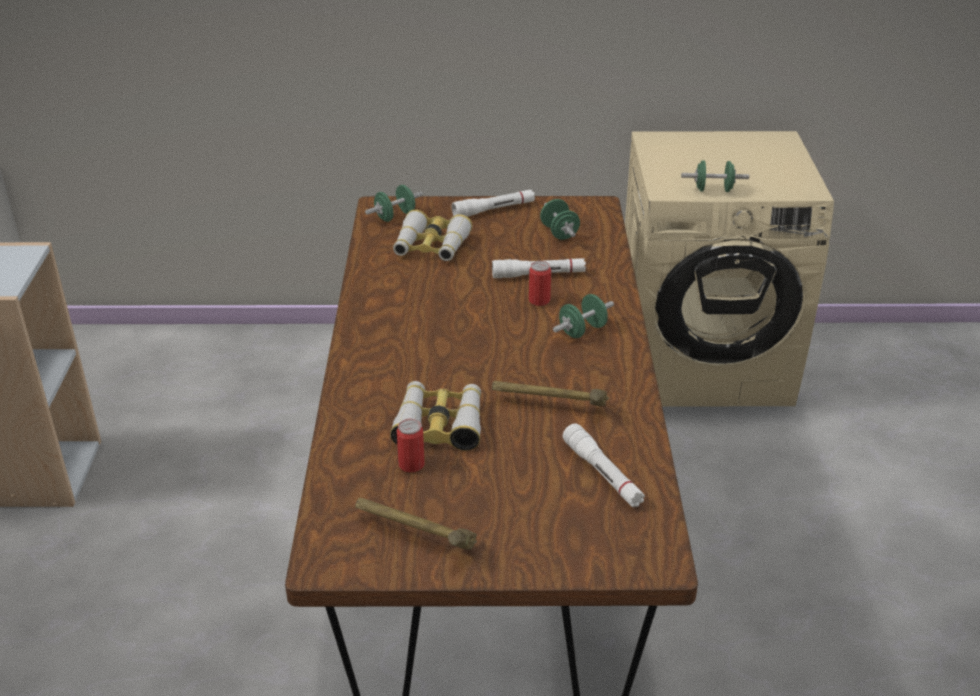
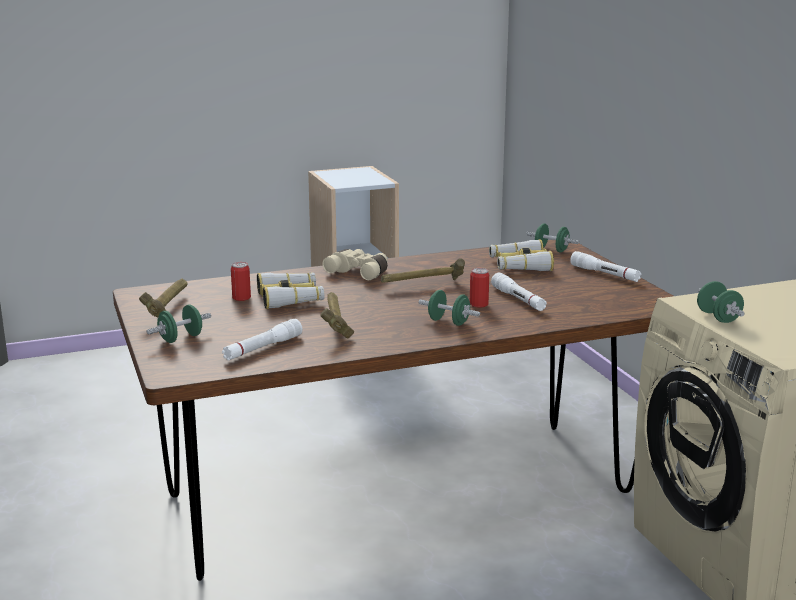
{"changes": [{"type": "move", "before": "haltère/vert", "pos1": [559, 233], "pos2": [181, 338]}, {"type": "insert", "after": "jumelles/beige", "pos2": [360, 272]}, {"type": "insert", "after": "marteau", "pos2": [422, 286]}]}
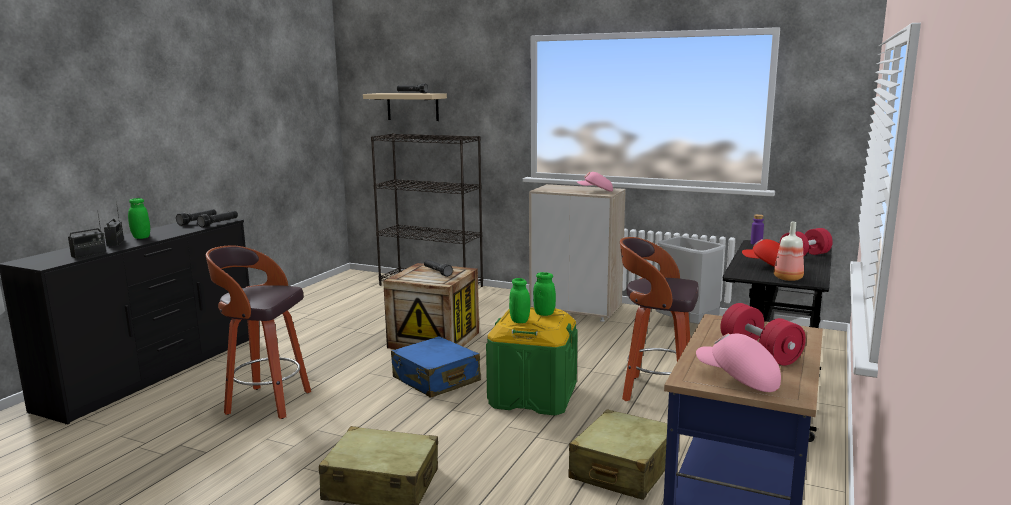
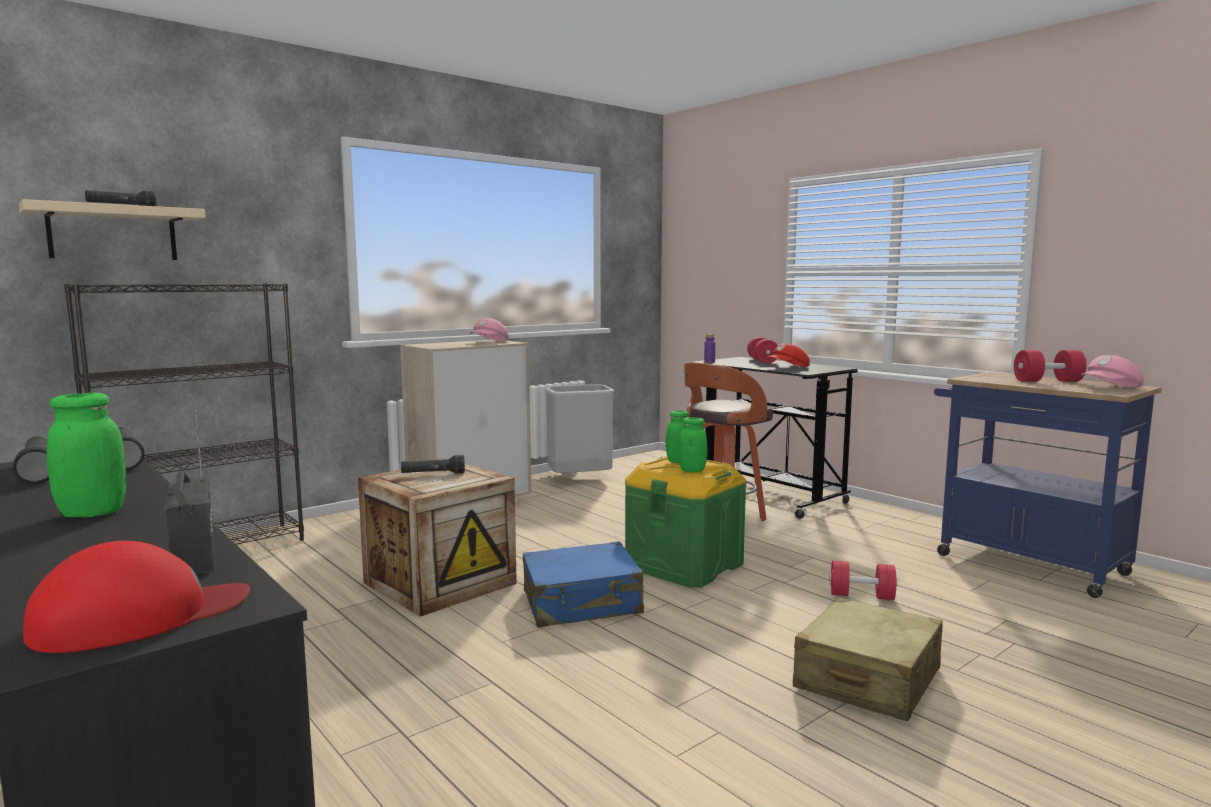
{"changes": [{"type": "delete", "before": "radio", "pos1": [115, 243]}, {"type": "delete", "before": "tabouret", "pos1": [266, 403]}, {"type": "delete", "before": "valise/beige", "pos1": [622, 469]}, {"type": "delete", "before": "bouteille", "pos1": [787, 278]}, {"type": "insert", "after": "casquette/rouge", "pos2": [139, 617]}, {"type": "insert", "after": "haltère/rouge", "pos2": [861, 596]}]}
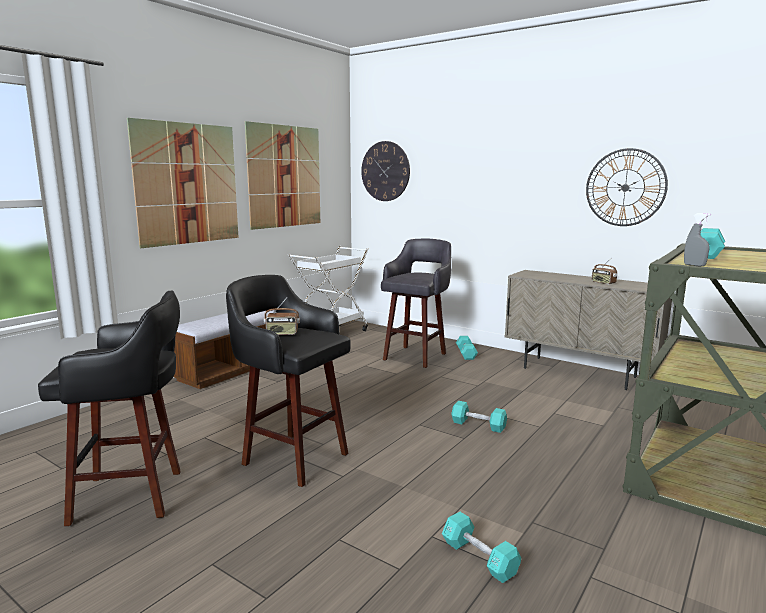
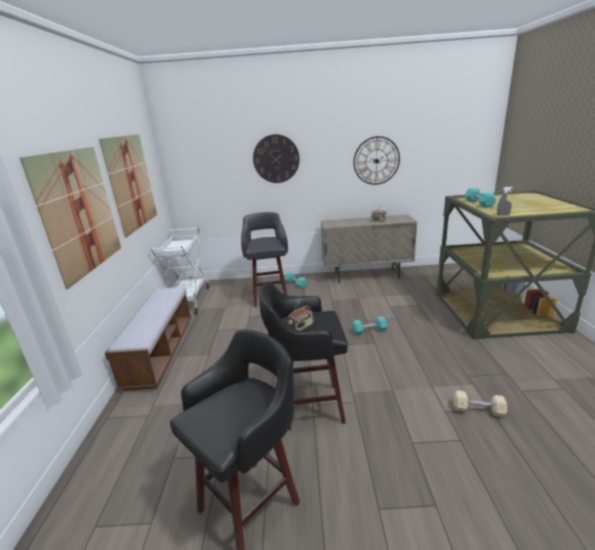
{"changes": [{"type": "move", "before": "horloge murale", "pos1": [385, 171], "pos2": [276, 159]}, {"type": "recolor", "before": "haltère/turquoise", "after": "haltère/beige", "pos1": [479, 558], "pos2": [478, 410]}]}
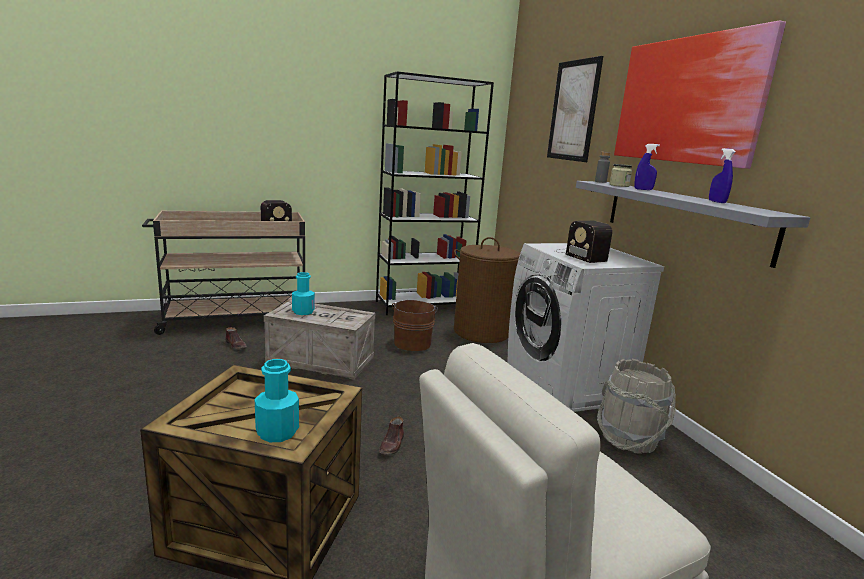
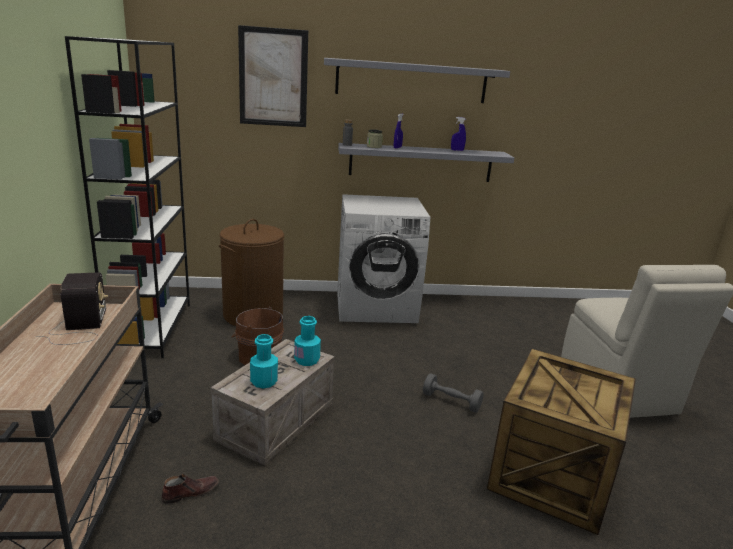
{"changes": [{"type": "move", "before": "bouteille/turquoise", "pos1": [277, 432], "pos2": [307, 360]}, {"type": "replace", "before": "chaussure/marron", "after": "haltère/gris", "pos1": [392, 445], "pos2": [451, 401]}, {"type": "delete", "before": "radio", "pos1": [579, 255]}, {"type": "delete", "before": "seau/gris", "pos1": [629, 439]}, {"type": "replace", "before": "tableau", "after": "étagère/gris", "pos1": [687, 101], "pos2": [411, 81]}]}
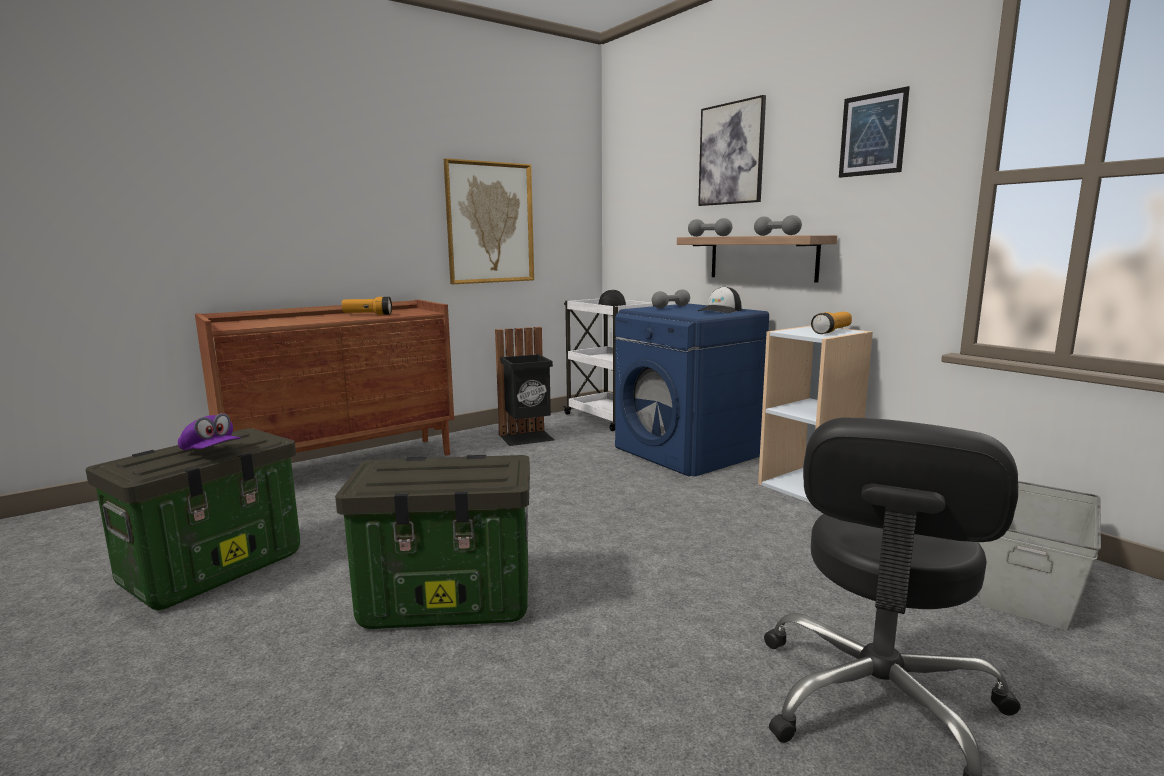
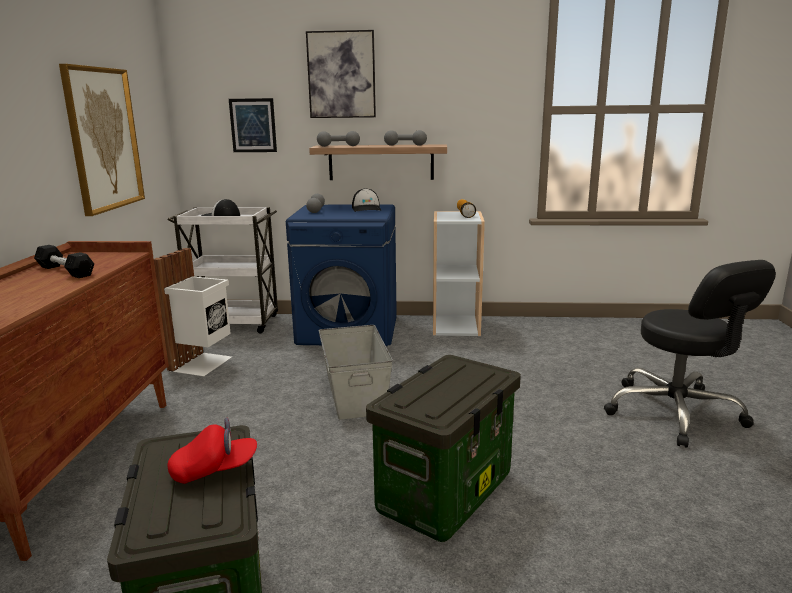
{"changes": [{"type": "recolor", "before": "casquette/violet", "after": "casquette/rouge", "pos1": [211, 452], "pos2": [214, 470]}, {"type": "replace", "before": "lampe de poche", "after": "haltère/noir", "pos1": [367, 314], "pos2": [65, 271]}, {"type": "recolor", "before": "poubelle/noir", "after": "poubelle/blanc", "pos1": [527, 438], "pos2": [203, 363]}, {"type": "move", "before": "tableau", "pos1": [872, 134], "pos2": [253, 125]}, {"type": "move", "before": "boîte de rangement/gris", "pos1": [1030, 584], "pos2": [355, 393]}]}
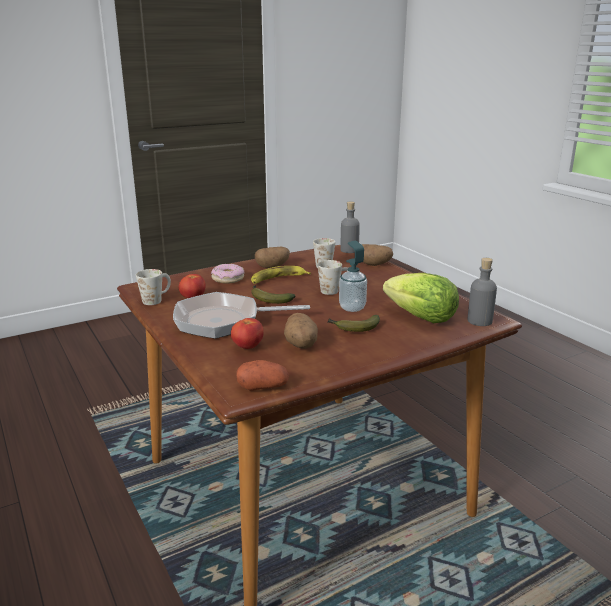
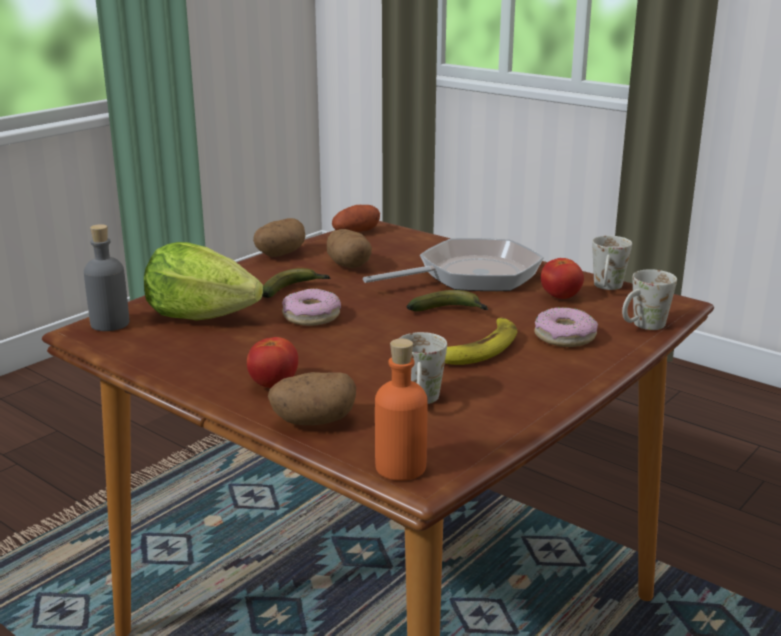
{"changes": [{"type": "move", "before": "tomate", "pos1": [247, 347], "pos2": [273, 384]}, {"type": "move", "before": "pomme de terre", "pos1": [272, 267], "pos2": [279, 254]}, {"type": "move", "before": "mug/blanc", "pos1": [335, 290], "pos2": [642, 326]}, {"type": "replace", "before": "distributeur de savon", "after": "beignet", "pos1": [352, 308], "pos2": [311, 316]}, {"type": "recolor", "before": "bouteille/gris", "after": "bouteille/orange", "pos1": [349, 250], "pos2": [400, 467]}]}
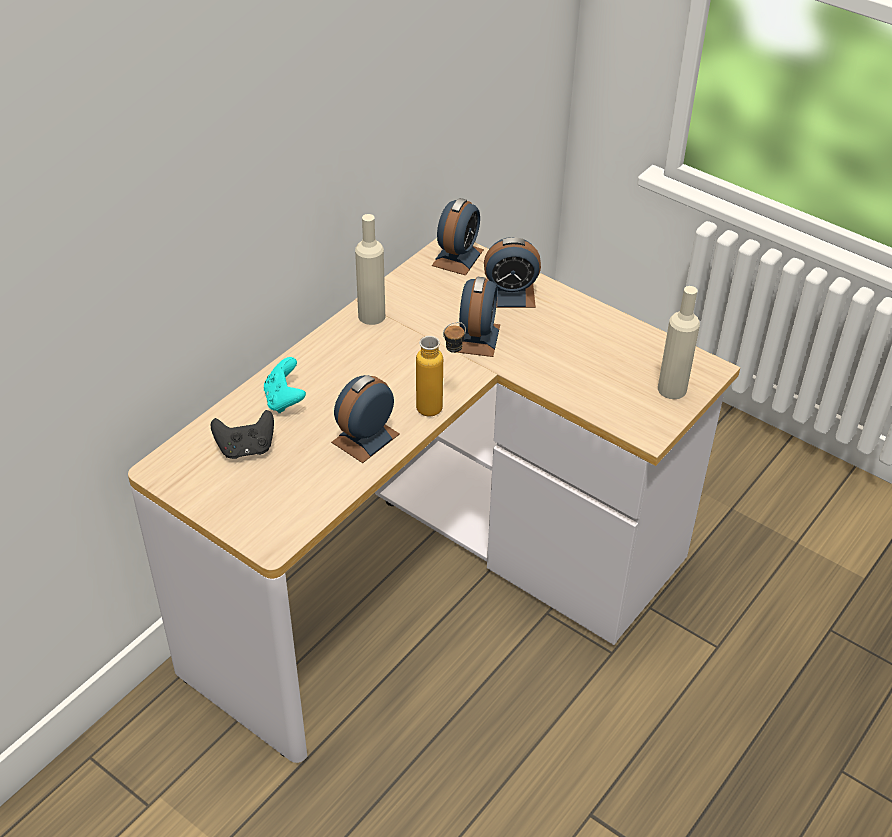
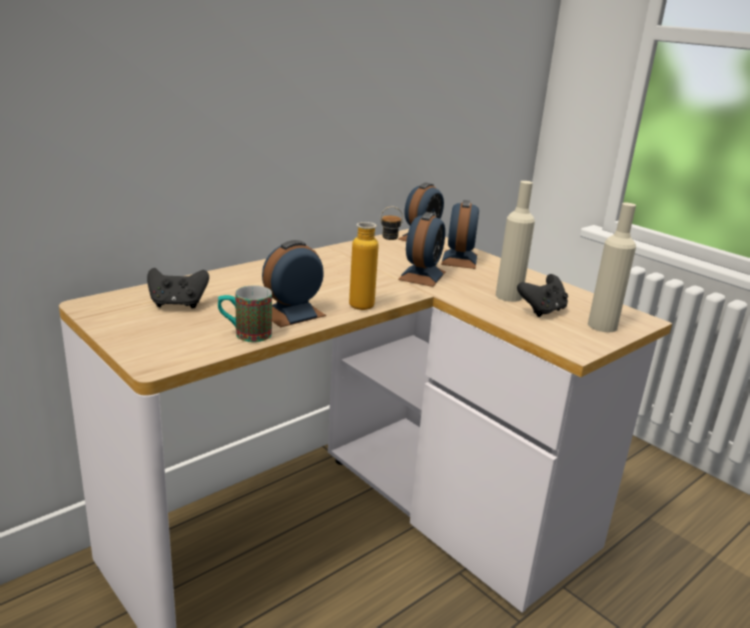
{"changes": [{"type": "delete", "before": "manette/turquoise", "pos1": [284, 400]}, {"type": "move", "before": "bouteille/beige", "pos1": [371, 316], "pos2": [508, 296]}, {"type": "rotate", "before": "réveil", "pos1": [510, 295], "pos2": [459, 259], "turn": 90}, {"type": "insert", "after": "mug", "pos2": [245, 334]}, {"type": "insert", "after": "manette/noir", "pos2": [542, 311]}]}
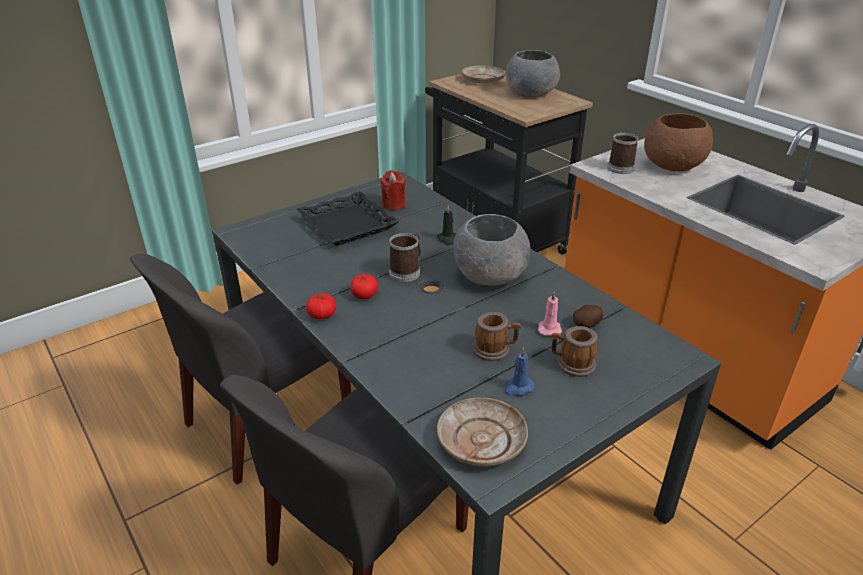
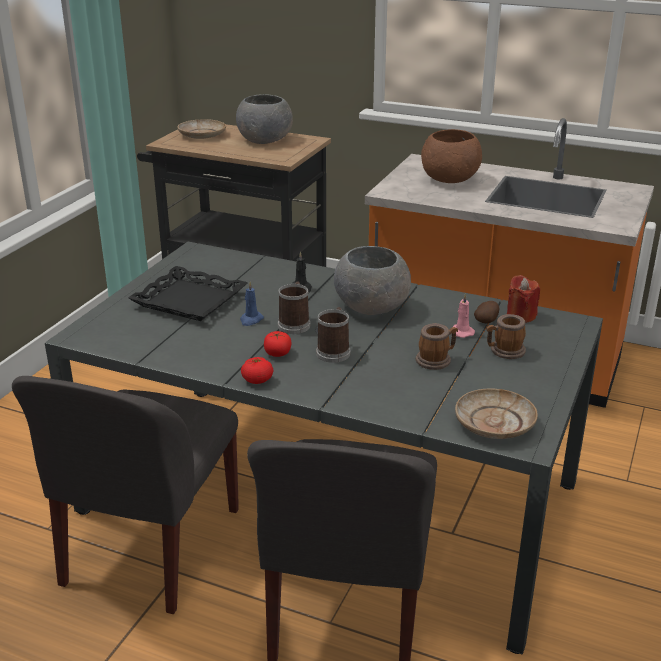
{"changes": [{"type": "move", "before": "bougie/rouge", "pos1": [393, 205], "pos2": [521, 315]}, {"type": "move", "before": "bougie/bleu", "pos1": [518, 388], "pos2": [251, 320]}, {"type": "move", "before": "mug", "pos1": [622, 167], "pos2": [334, 351]}]}
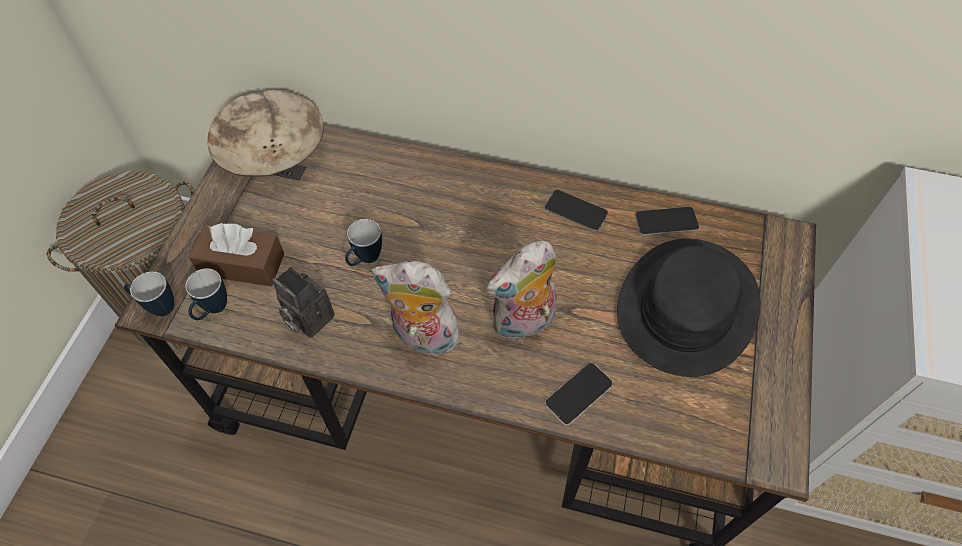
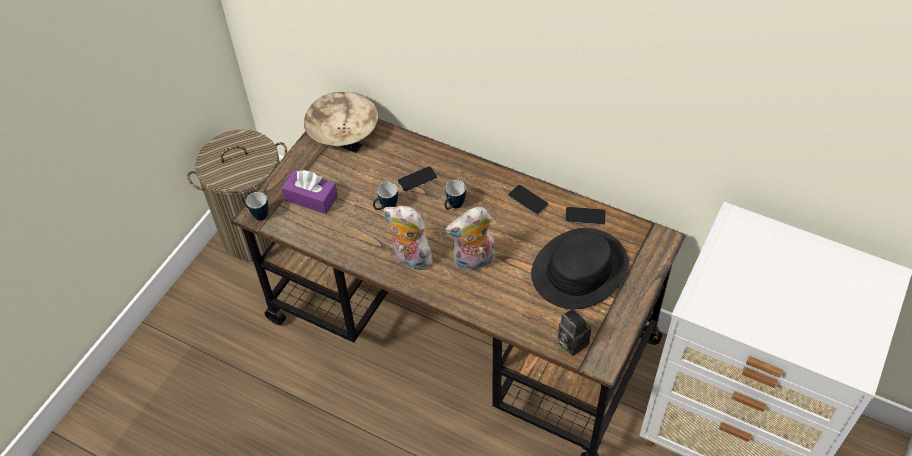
{"changes": [{"type": "move", "before": "mug", "pos1": [213, 310], "pos2": [453, 206]}, {"type": "recolor", "before": "boîte à mouchoirs/marron", "after": "boîte à mouchoirs/violet", "pos1": [242, 264], "pos2": [311, 198]}, {"type": "move", "before": "appareil photo", "pos1": [307, 318], "pos2": [570, 342]}, {"type": "move", "before": "téléphone", "pos1": [578, 394], "pos2": [417, 179]}]}
